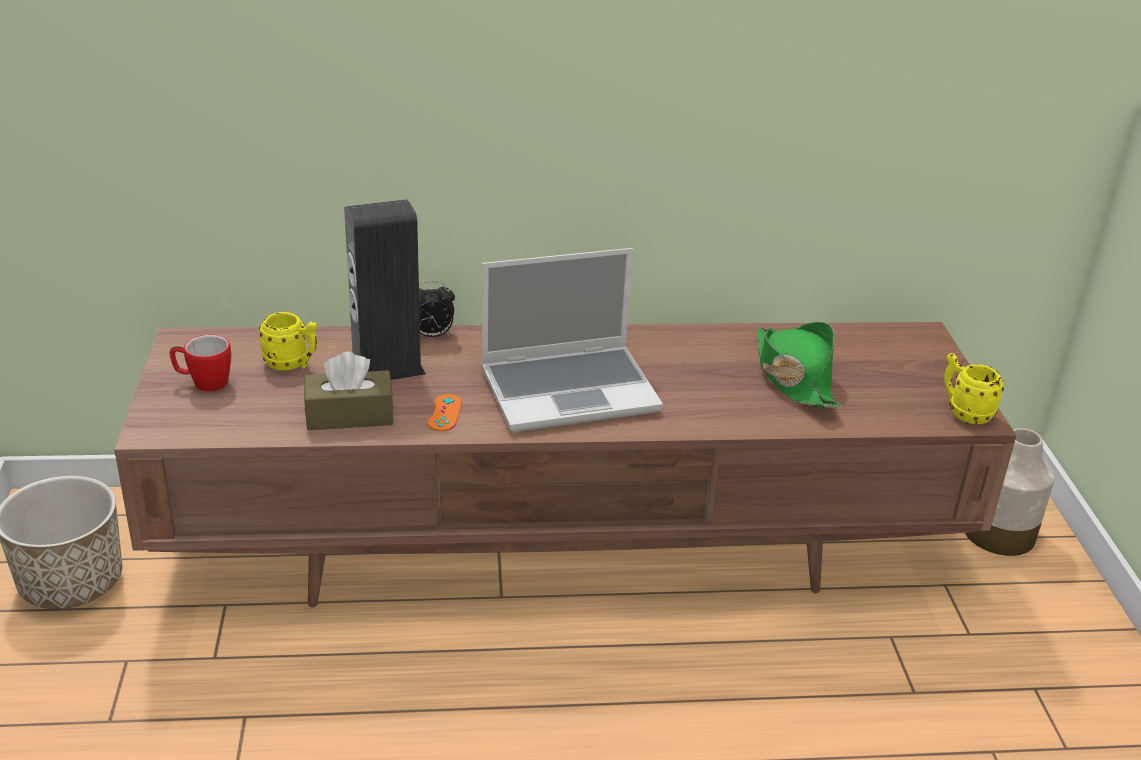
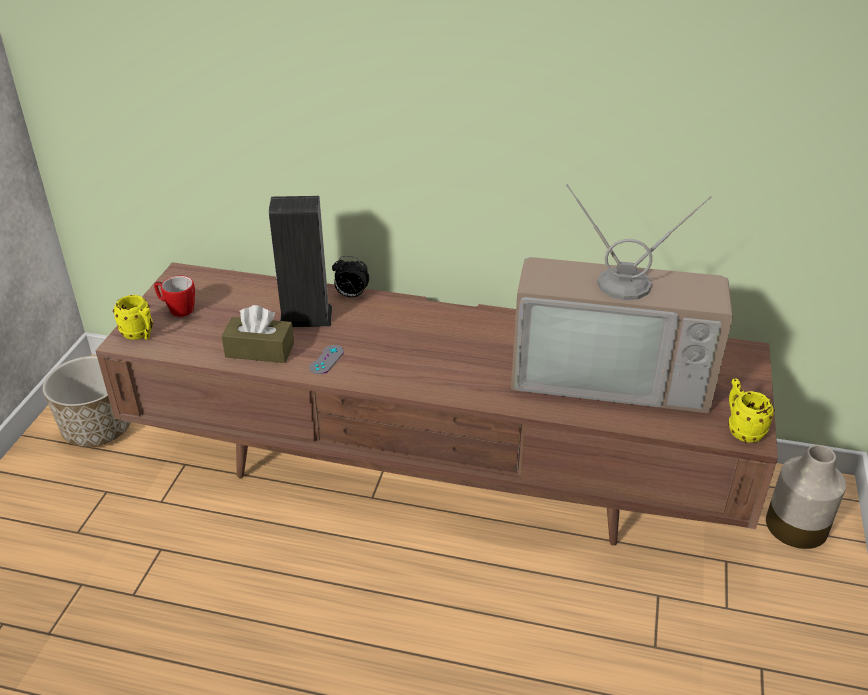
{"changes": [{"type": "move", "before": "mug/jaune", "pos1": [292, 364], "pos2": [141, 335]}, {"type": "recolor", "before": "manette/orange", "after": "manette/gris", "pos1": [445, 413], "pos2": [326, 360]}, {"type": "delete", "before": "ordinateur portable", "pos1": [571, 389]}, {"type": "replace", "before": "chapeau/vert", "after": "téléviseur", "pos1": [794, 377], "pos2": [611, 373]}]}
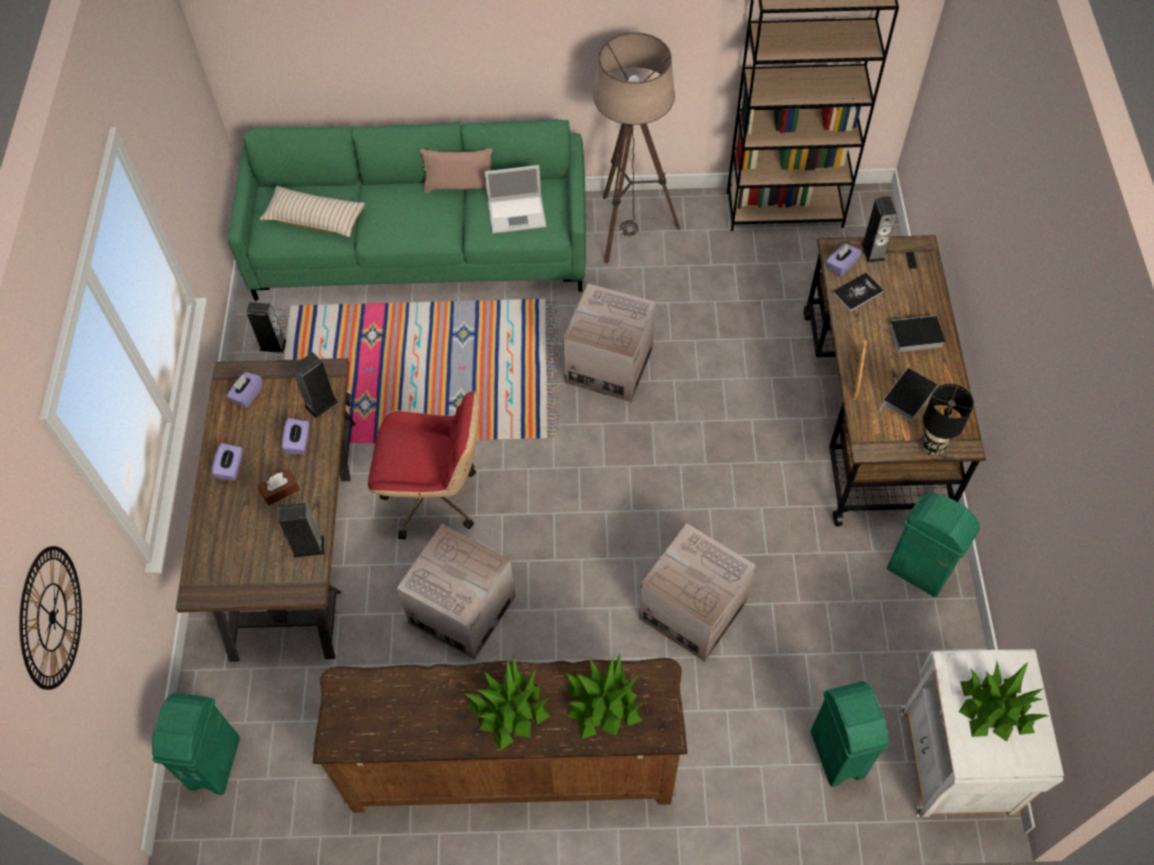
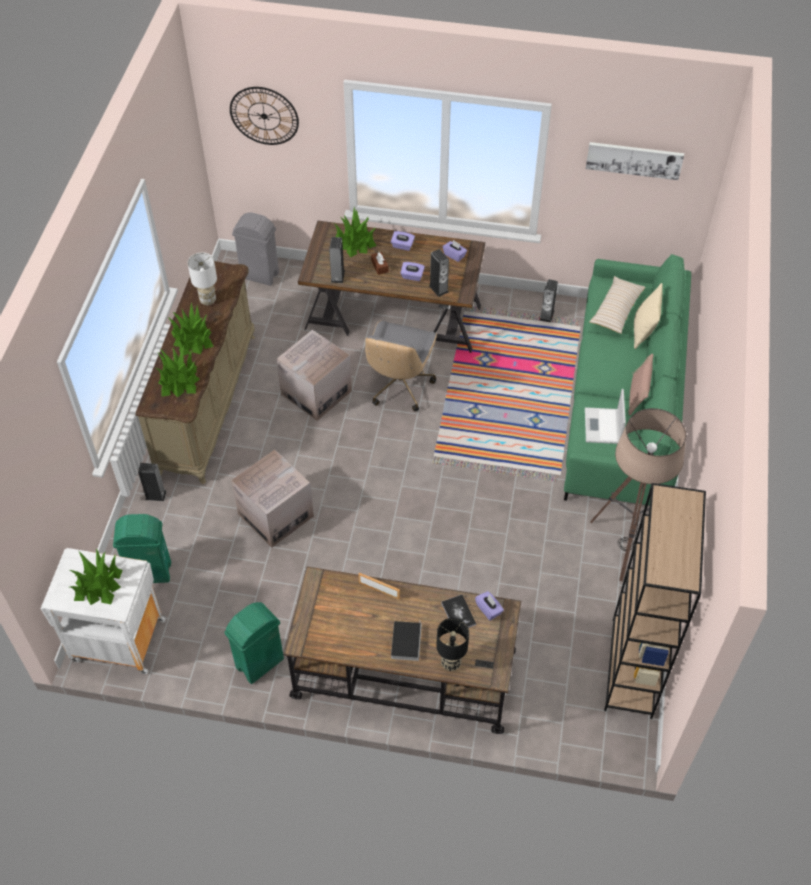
{"changes": [{"type": "recolor", "before": "poubelle/vert", "after": "poubelle/gris", "pos1": [215, 762], "pos2": [260, 275]}, {"type": "recolor", "before": "chaise de bureau/rouge", "after": "chaise de bureau/gris", "pos1": [435, 500], "pos2": [399, 388]}, {"type": "delete", "before": "carton", "pos1": [609, 365]}, {"type": "move", "before": "enceinte", "pos1": [873, 251], "pos2": [155, 495]}, {"type": "delete", "before": "livre", "pos1": [907, 398]}, {"type": "move", "before": "lampe de table/noir", "pos1": [932, 447], "pos2": [450, 663]}, {"type": "insert", "after": "lampe de table/blanc", "pos2": [208, 300]}, {"type": "insert", "after": "plante en pot", "pos2": [355, 241]}, {"type": "insert", "after": "tableau", "pos2": [634, 159]}, {"type": "insert", "after": "coussin/beige", "pos2": [643, 332]}]}
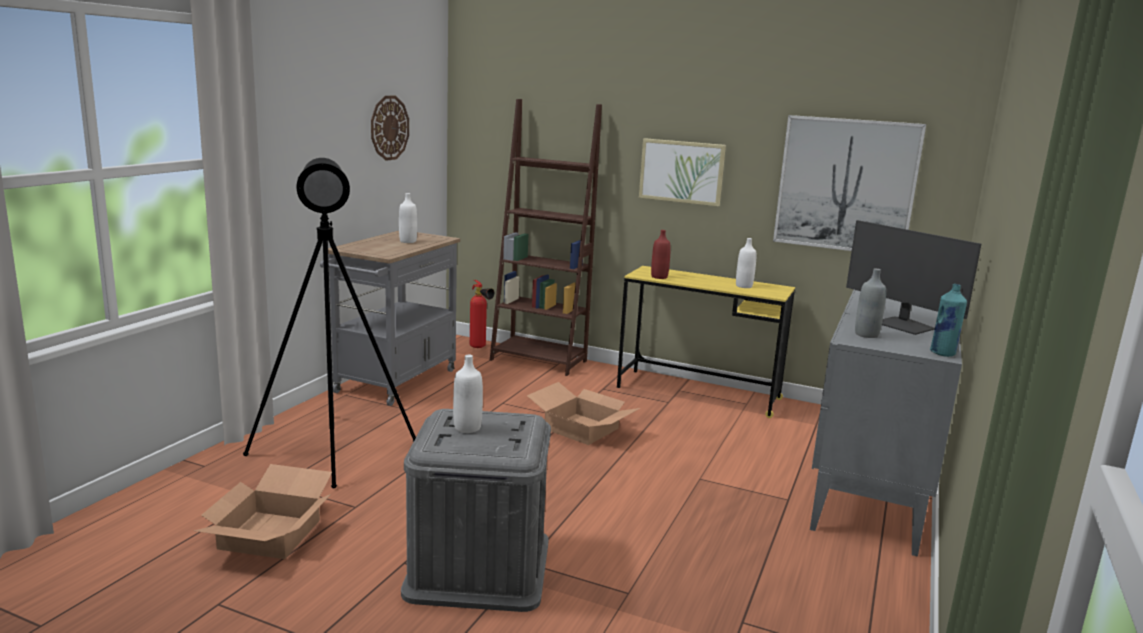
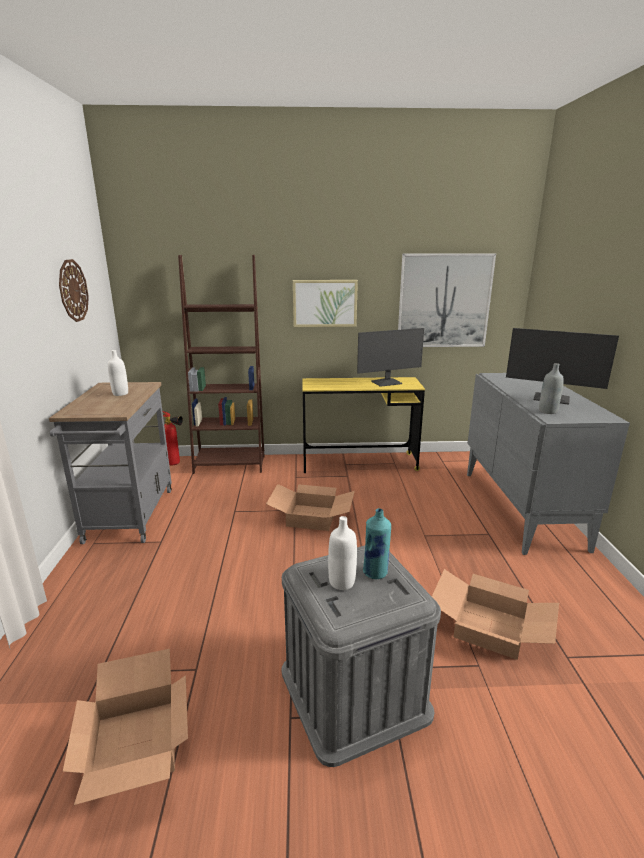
{"changes": [{"type": "delete", "before": "lampadaire/noir", "pos1": [332, 449]}, {"type": "delete", "before": "bouteille/rouge", "pos1": [659, 277]}, {"type": "replace", "before": "bouteille/blanc", "after": "écran d'ordinateur", "pos1": [744, 286], "pos2": [387, 382]}, {"type": "move", "before": "bouteille/turquoise", "pos1": [943, 353], "pos2": [375, 573]}, {"type": "insert", "after": "carton", "pos2": [491, 627]}]}
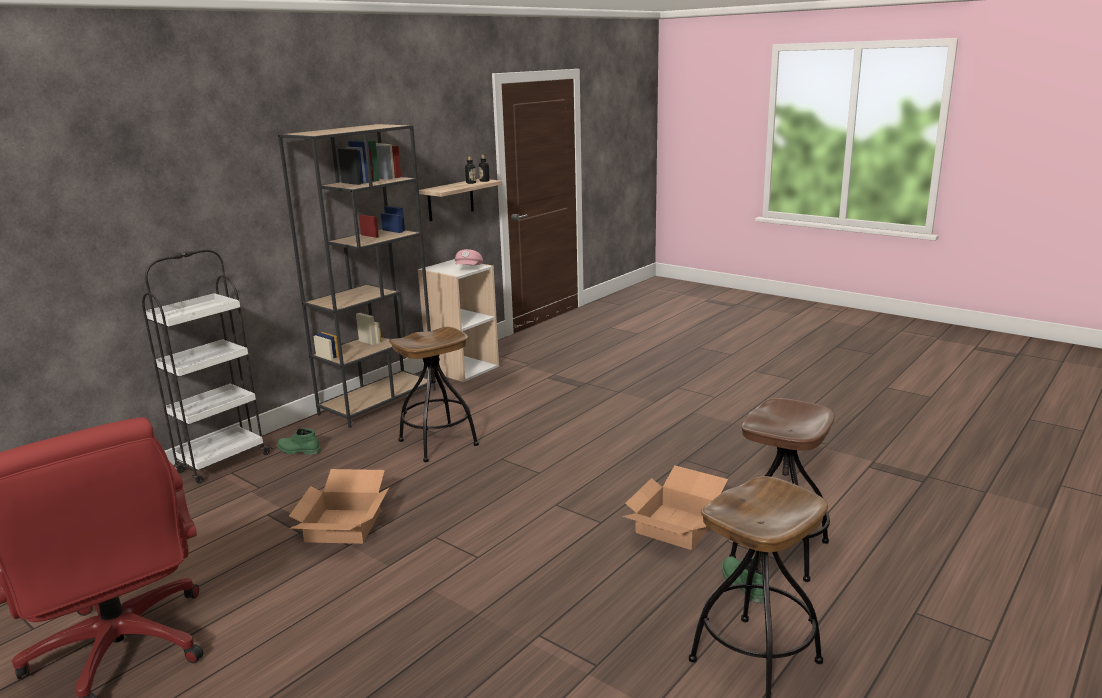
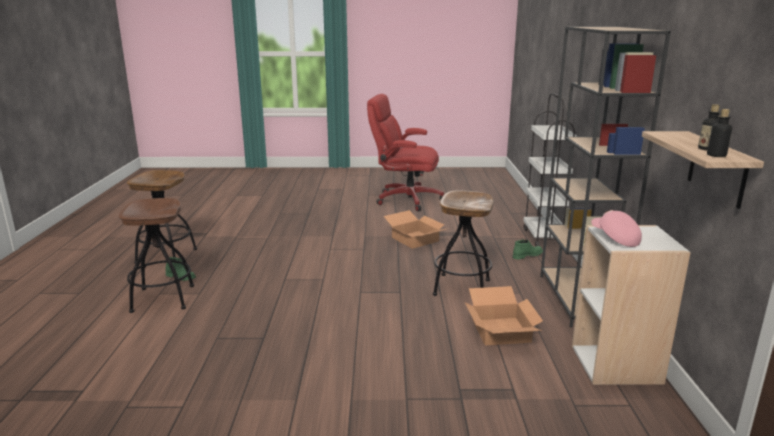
{"changes": [{"type": "move", "before": "carton", "pos1": [675, 525], "pos2": [502, 331]}]}
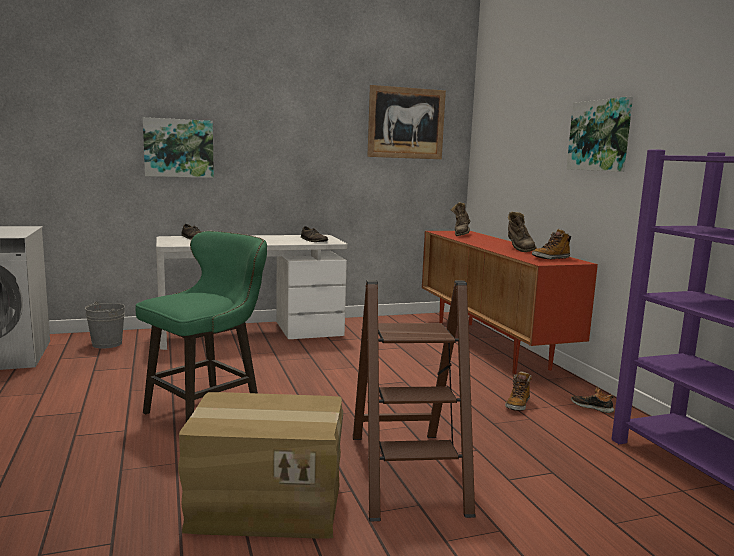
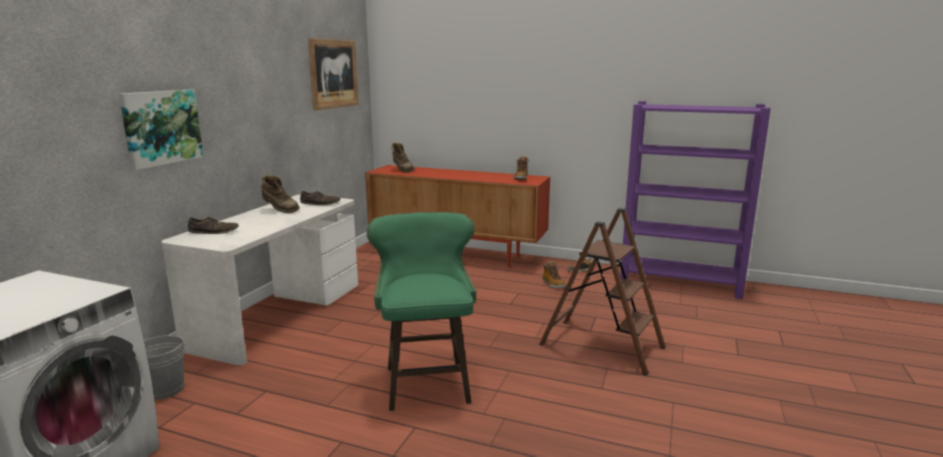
{"changes": [{"type": "delete", "before": "carton", "pos1": [267, 504]}, {"type": "move", "before": "botte/marron", "pos1": [519, 249], "pos2": [280, 210]}, {"type": "delete", "before": "tableau", "pos1": [600, 135]}]}
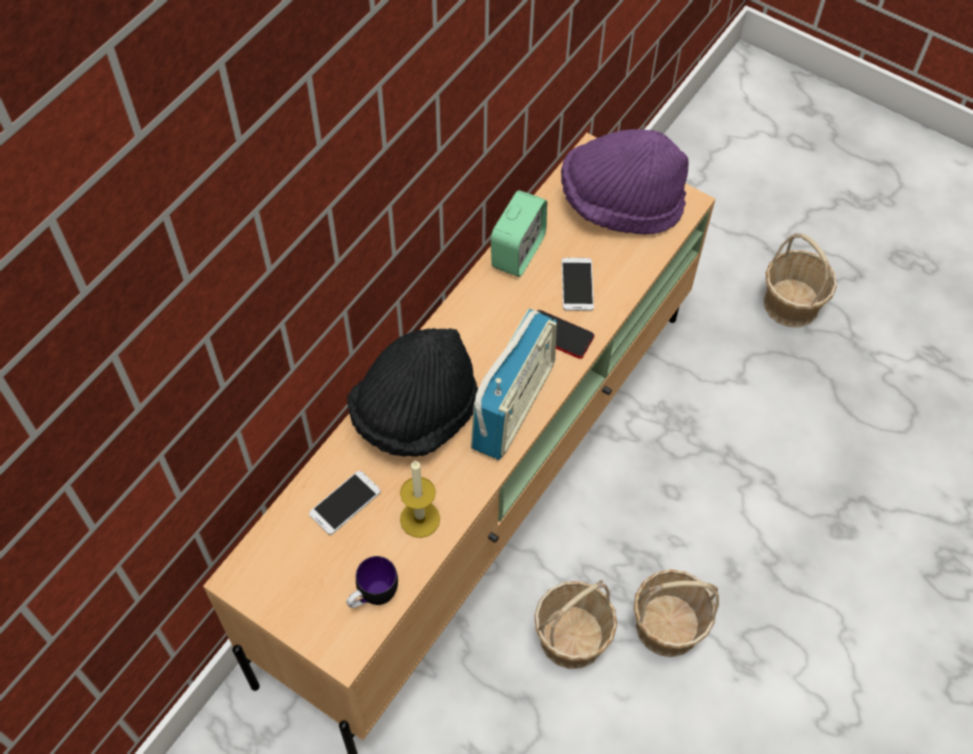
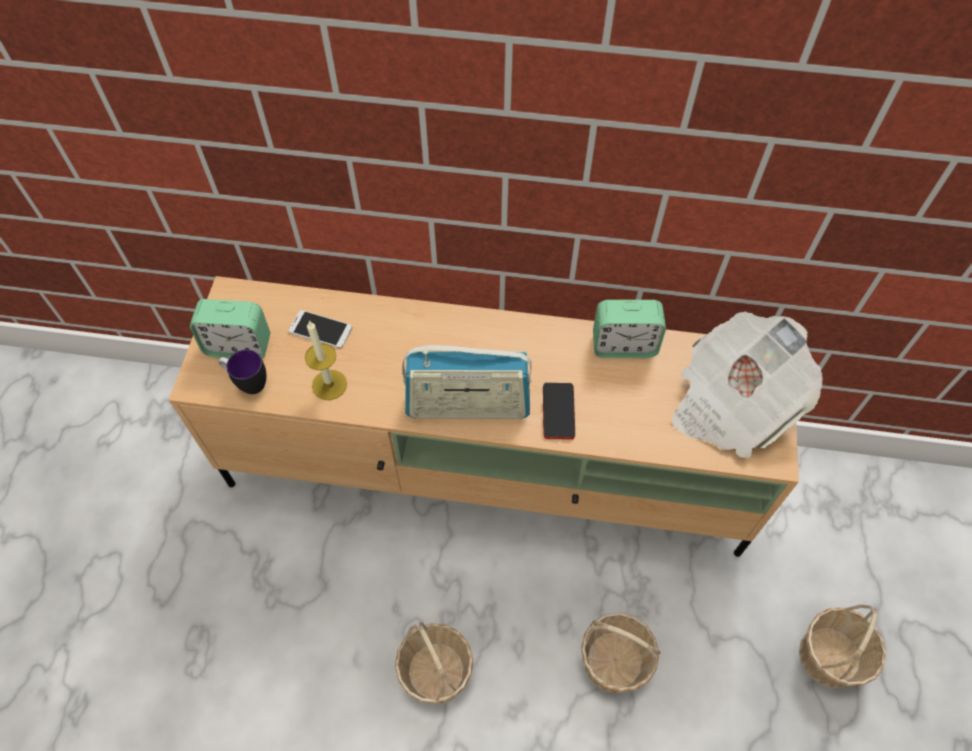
{"changes": [{"type": "delete", "before": "chapeau/noir", "pos1": [416, 413]}, {"type": "move", "before": "panier", "pos1": [572, 637], "pos2": [614, 662]}, {"type": "replace", "before": "chapeau/violet", "after": "journal", "pos1": [620, 203], "pos2": [732, 402]}, {"type": "delete", "before": "téléphone", "pos1": [577, 284]}, {"type": "insert", "after": "réveil", "pos2": [238, 346]}]}
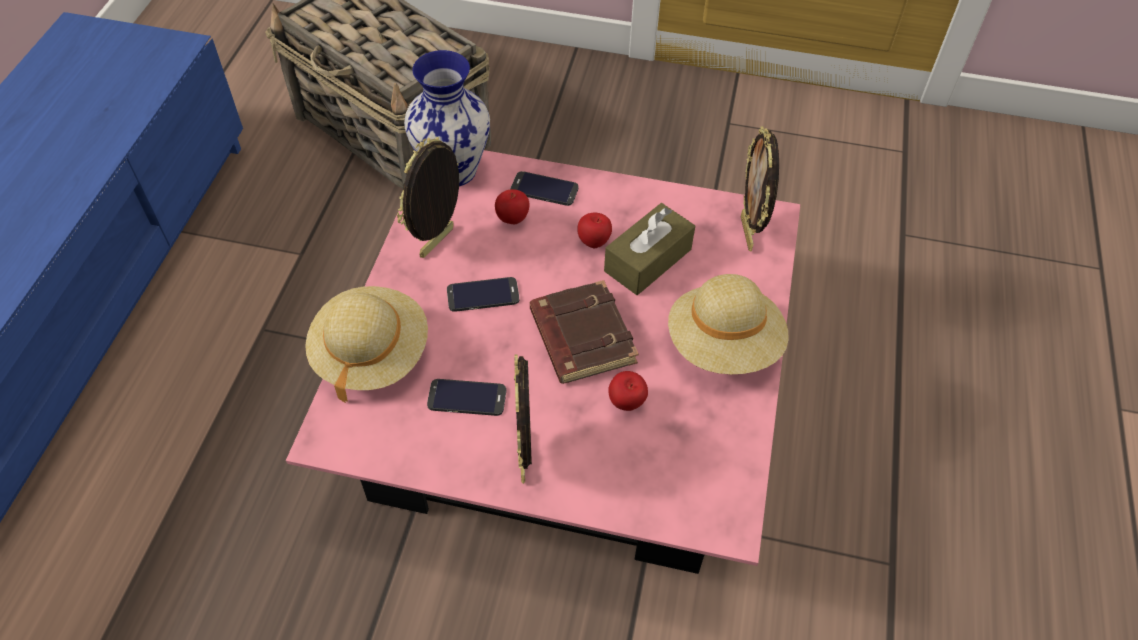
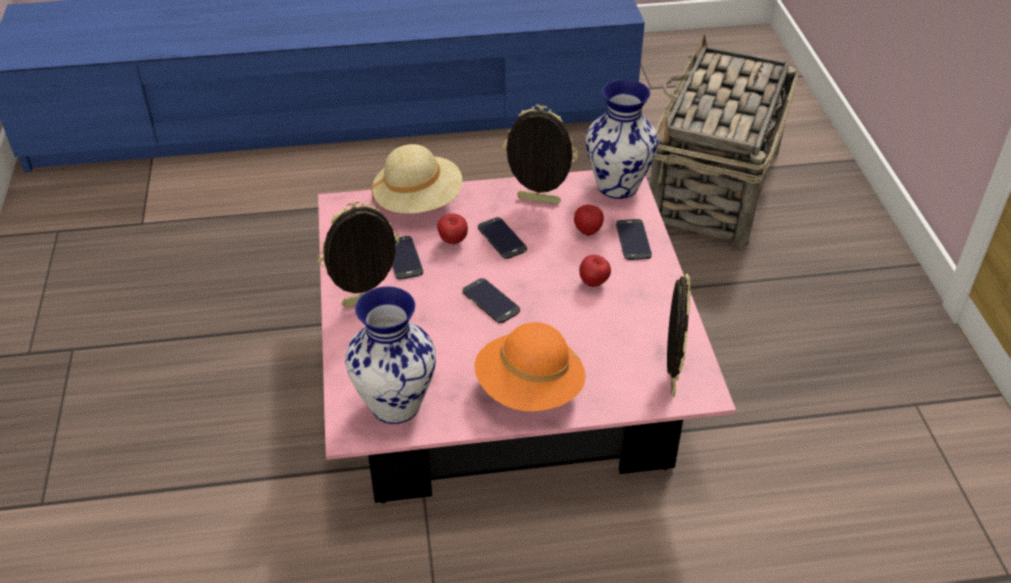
{"changes": [{"type": "replace", "before": "livre/marron", "after": "téléphone", "pos1": [580, 337], "pos2": [491, 301]}, {"type": "delete", "before": "boîte à mouchoirs/marron", "pos1": [648, 260]}, {"type": "move", "before": "pomme", "pos1": [626, 403], "pos2": [453, 242]}, {"type": "recolor", "before": "chapeau/beige", "after": "chapeau/orange", "pos1": [724, 345], "pos2": [529, 389]}, {"type": "rotate", "before": "cadre photo", "pos1": [748, 233], "pos2": [670, 378], "turn": 120}, {"type": "insert", "after": "vase", "pos2": [394, 405]}]}
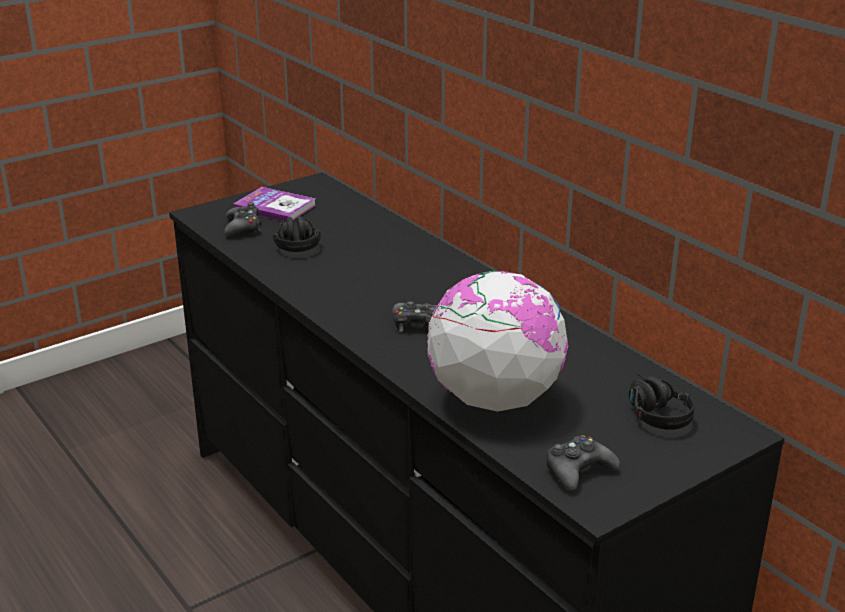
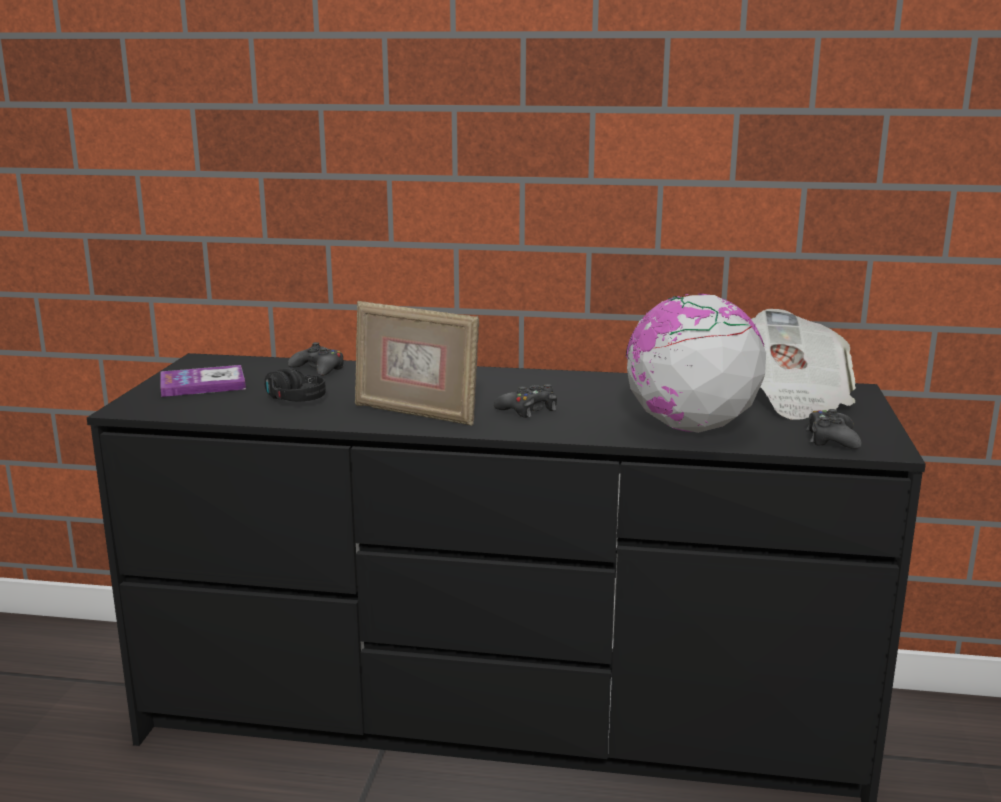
{"changes": [{"type": "move", "before": "manette/noir", "pos1": [243, 228], "pos2": [318, 369]}, {"type": "replace", "before": "casque audio/noir", "after": "journal", "pos1": [652, 411], "pos2": [789, 398]}, {"type": "insert", "after": "cadre photo", "pos2": [416, 413]}]}
